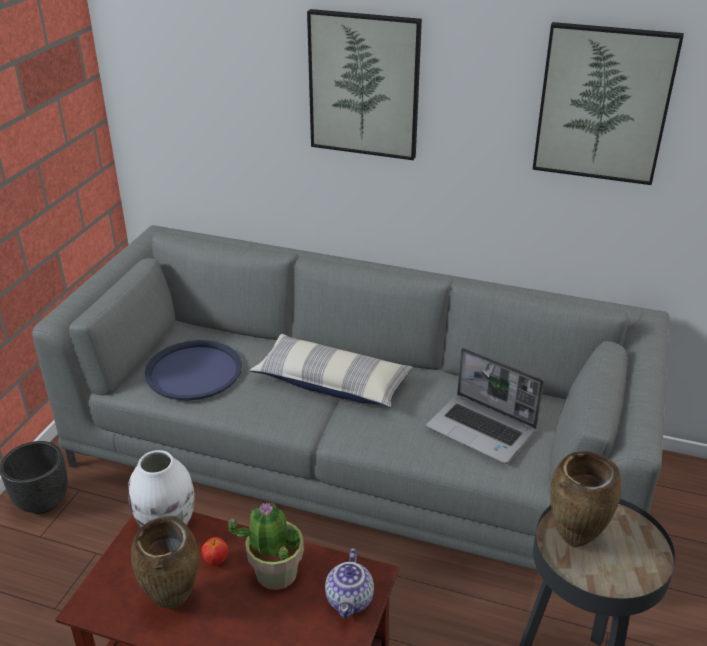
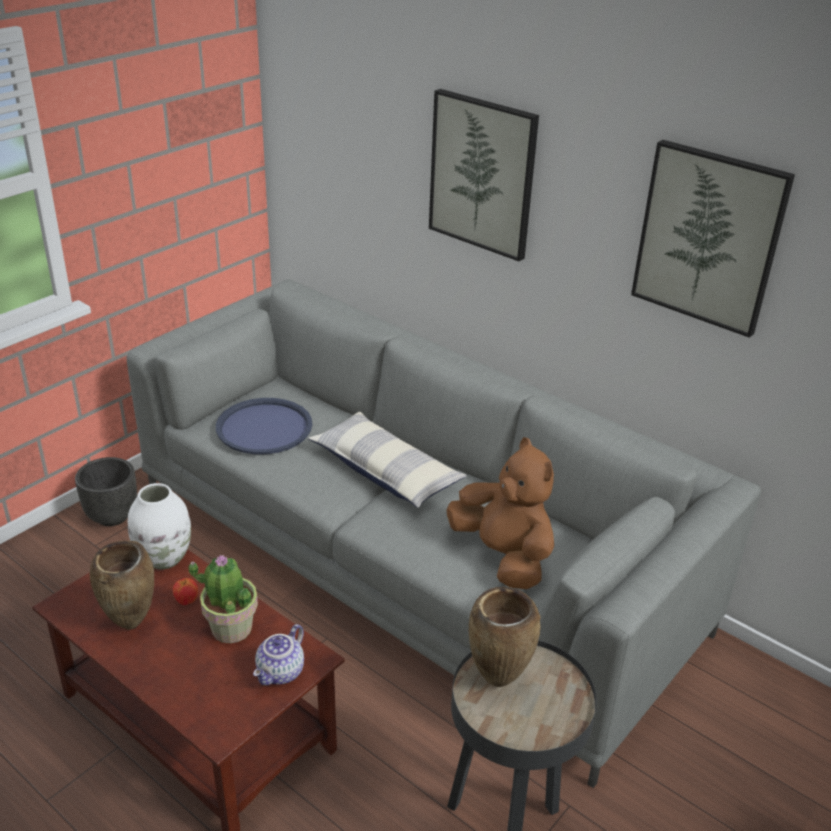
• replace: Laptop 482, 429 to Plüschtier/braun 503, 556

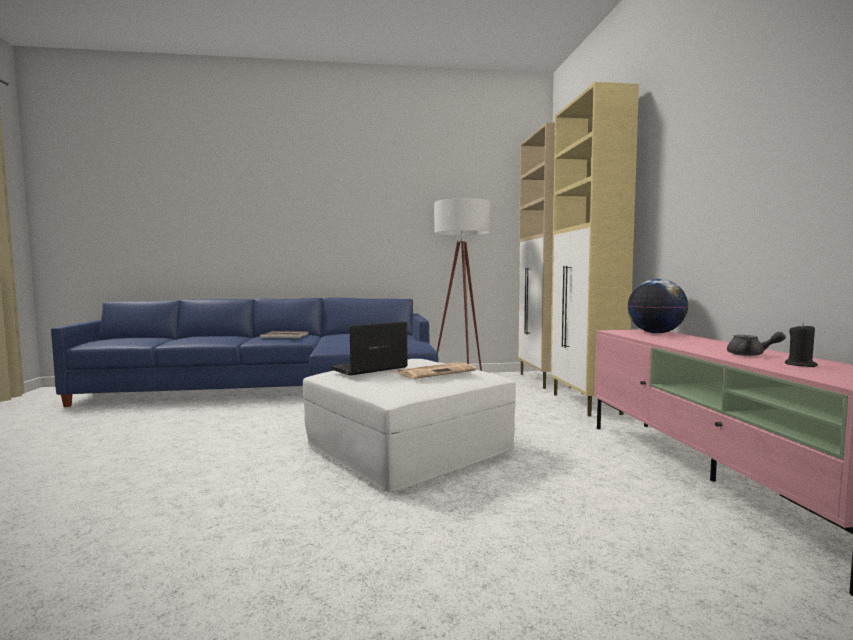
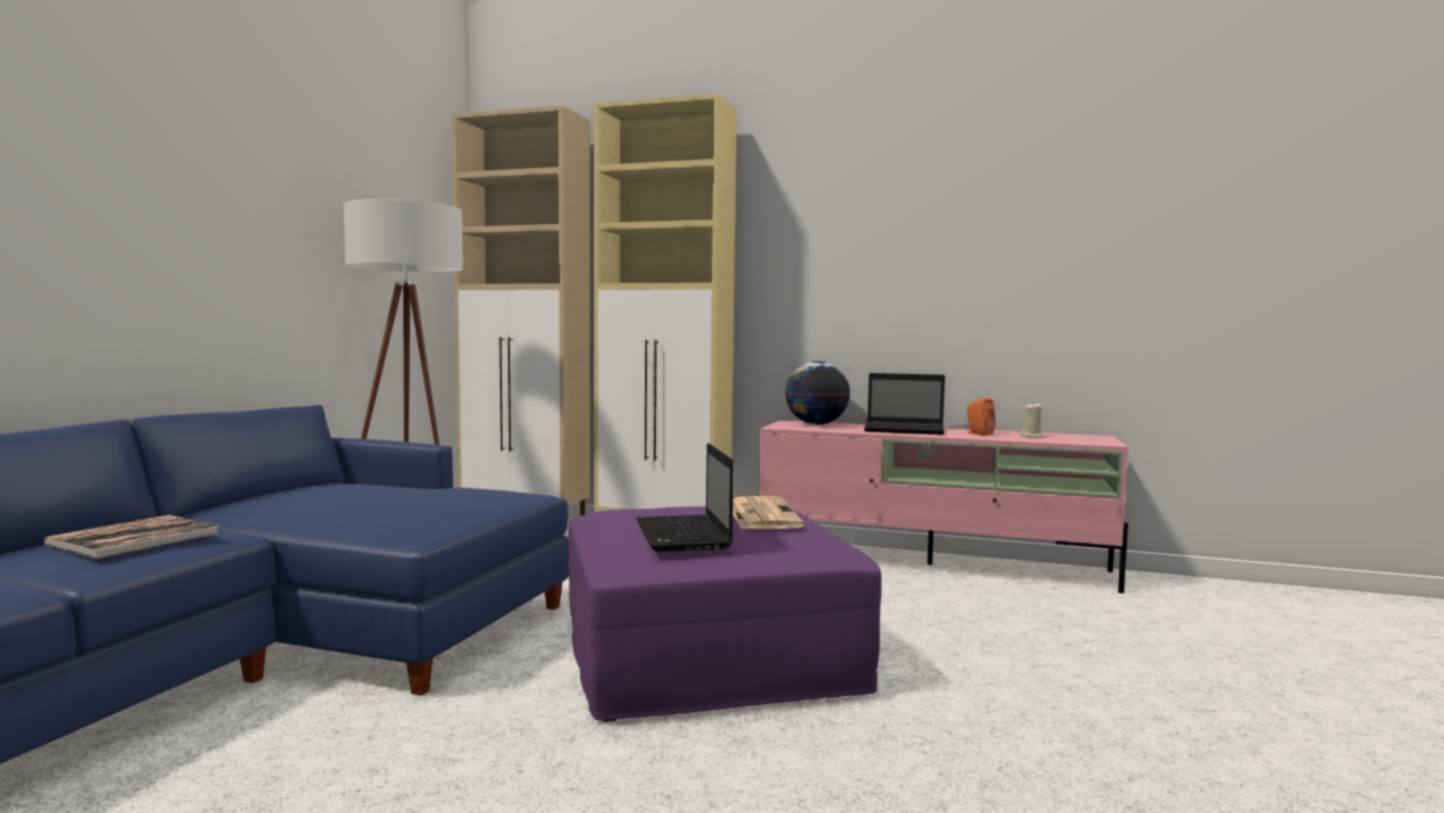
• recolor: Polsterhocker/weiß 408, 447 to Polsterhocker/lila 706, 653
• insert: Laptop 906, 430
• replace: Teekanne/grau 751, 355 to Lautsprecher/orange 978, 434
• recolor: Kerze/schwarz 800, 365 to Kerze/beige 1031, 436

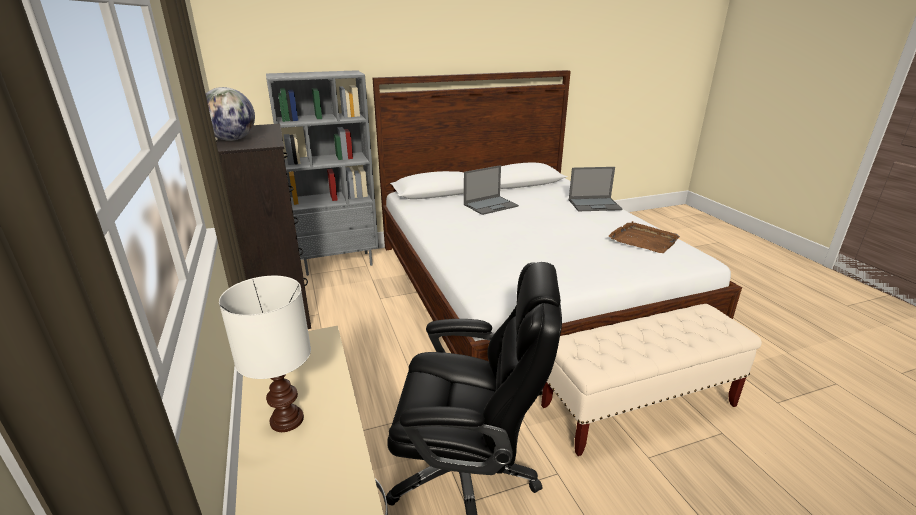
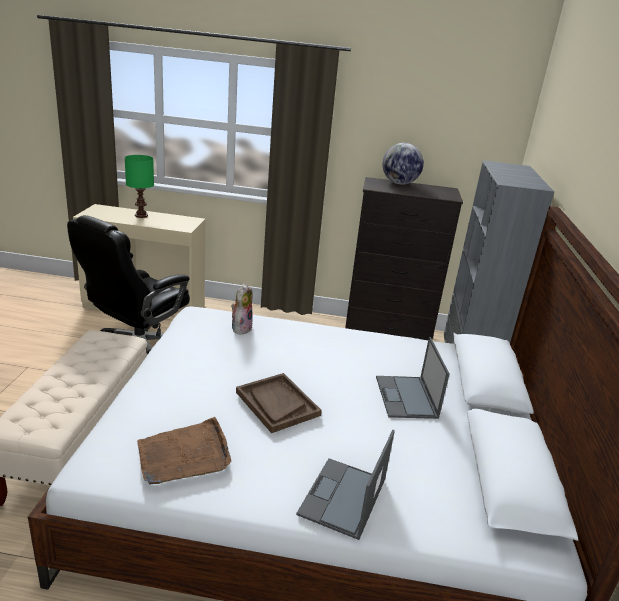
• recolor: Tischlampe/weiß 286, 421 to Tischlampe/grün 140, 215
• insert: Plüschtier 241, 328
• insert: Tablett/braun 277, 404

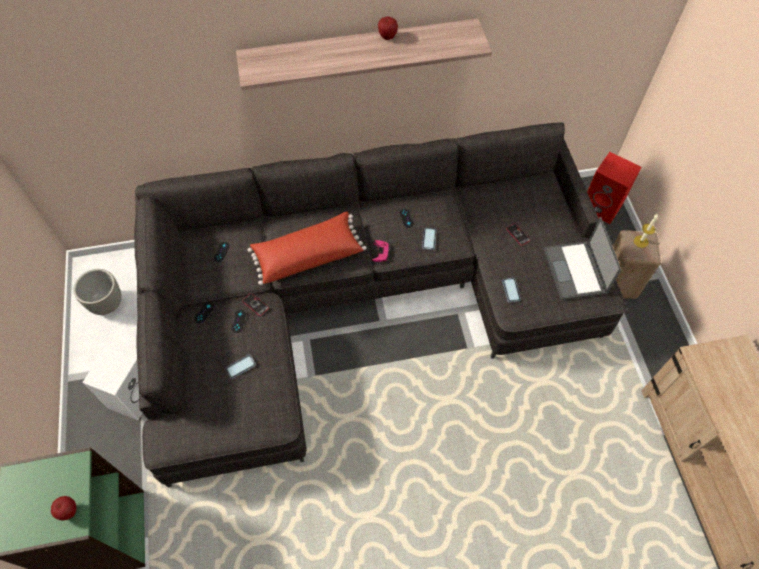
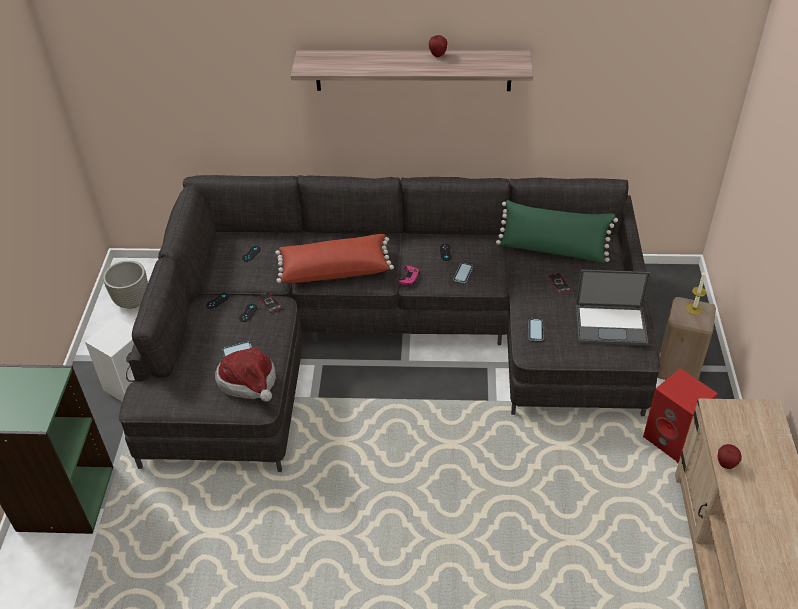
• insert: Hut 250, 384
• insert: Kissen/grün 553, 250
• rotate: Laptop 575, 271 = 611, 324 90 degrees counterclockwise
• move: Lautsprecher/rot 602, 206 to 673, 440
• move: Apfel 69, 511 to 726, 464

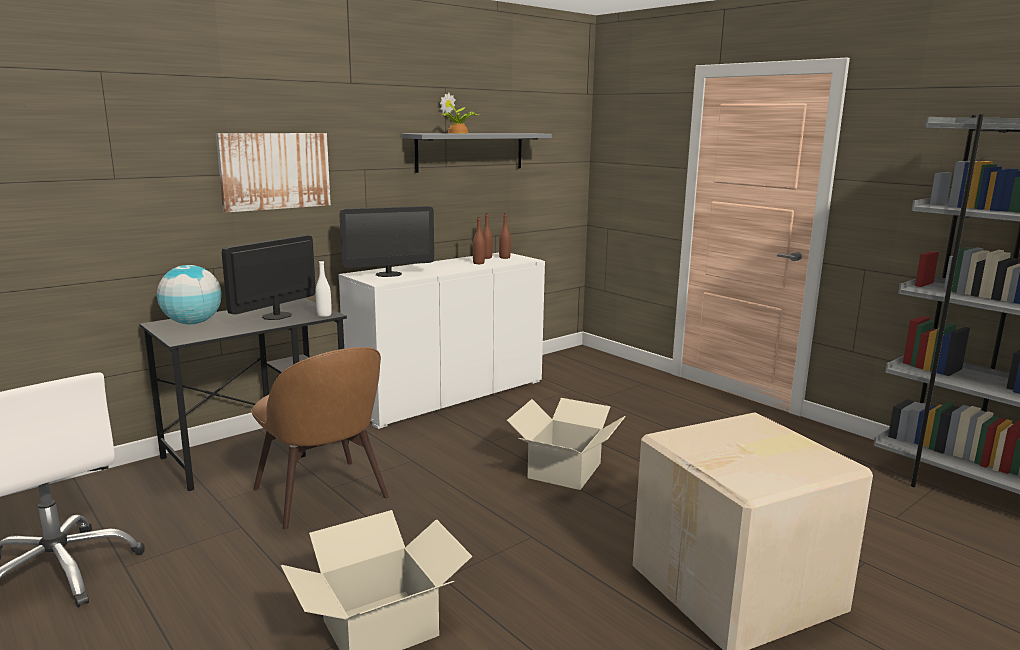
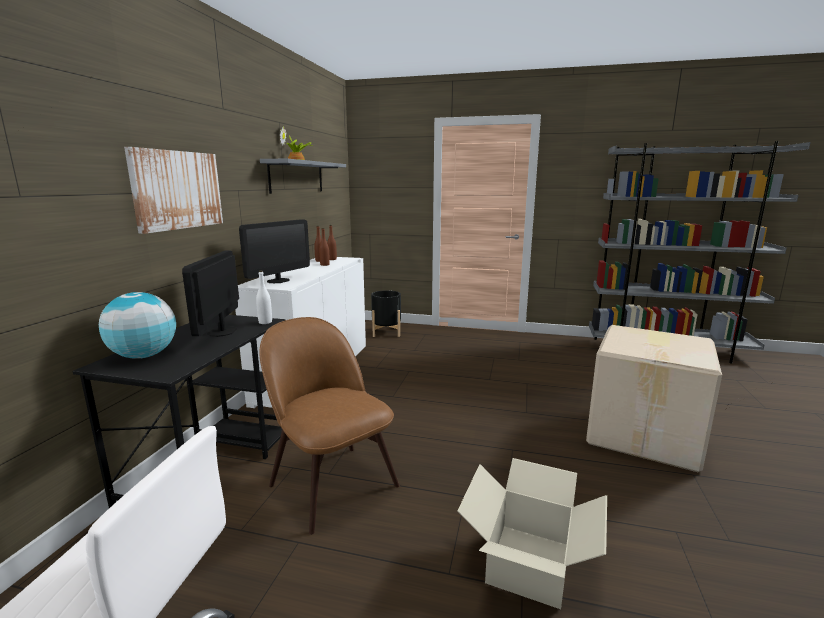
• rotate: Stuhl/braun 322, 495 = 331, 482 150 degrees counterclockwise
• insert: Pflanzkübel/schwarz 386, 332
• delete: Karton 565, 470

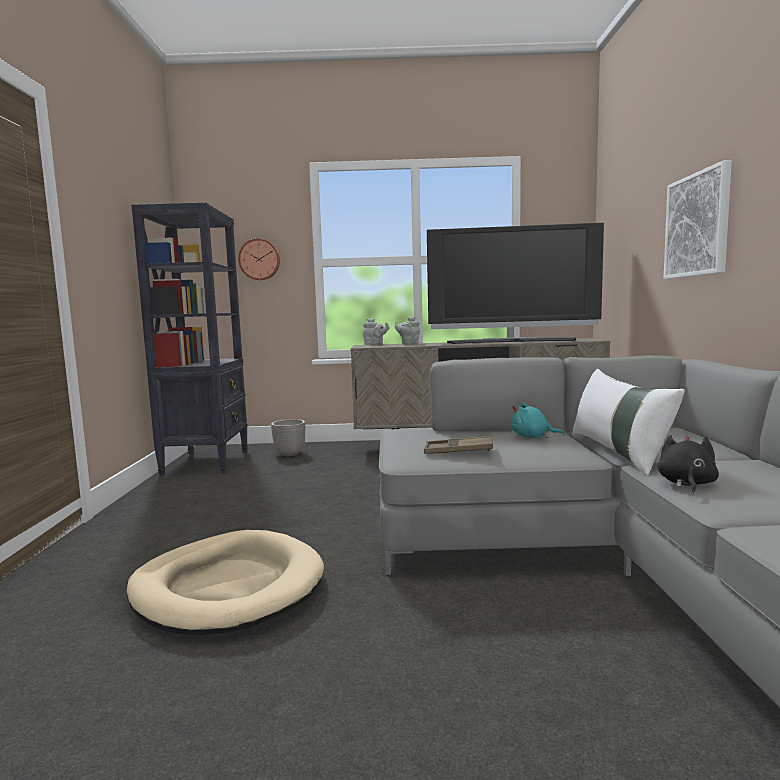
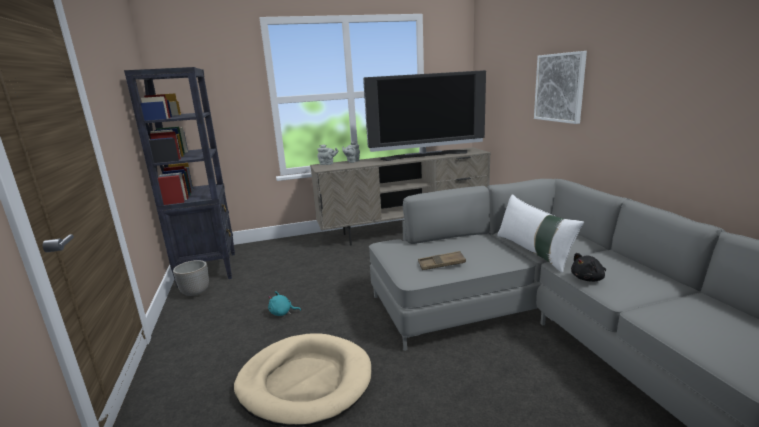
• move: Pflanzkübel 290, 454 to 196, 293
• move: Plüschtier/türkis 532, 437 to 282, 313
• rotate: Plüschtier/schwarz 686, 484 = 588, 279 120 degrees counterclockwise
• delete: Wanduhr 259, 259

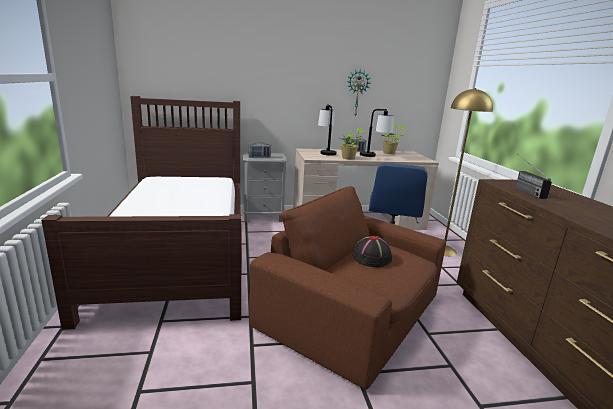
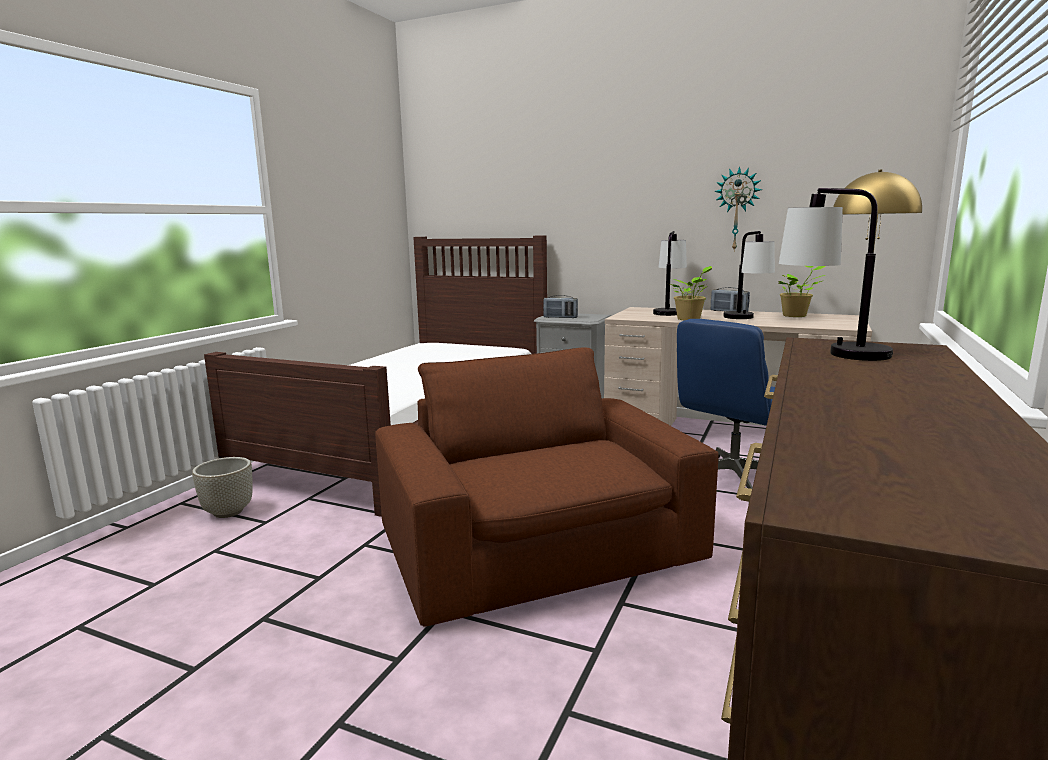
• insert: Pflanzkübel/grau 228, 512
• replace: Radio 523, 190 to Tischlampe 830, 353
• delete: Hut/schwarz 372, 257

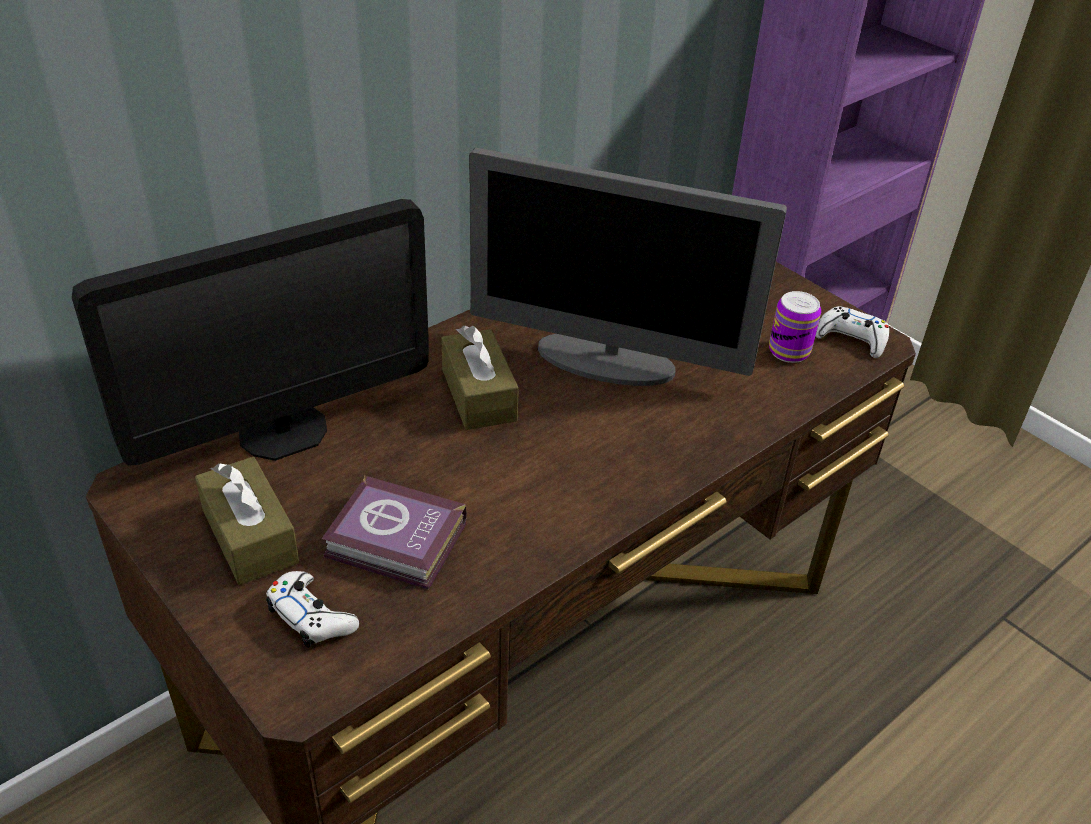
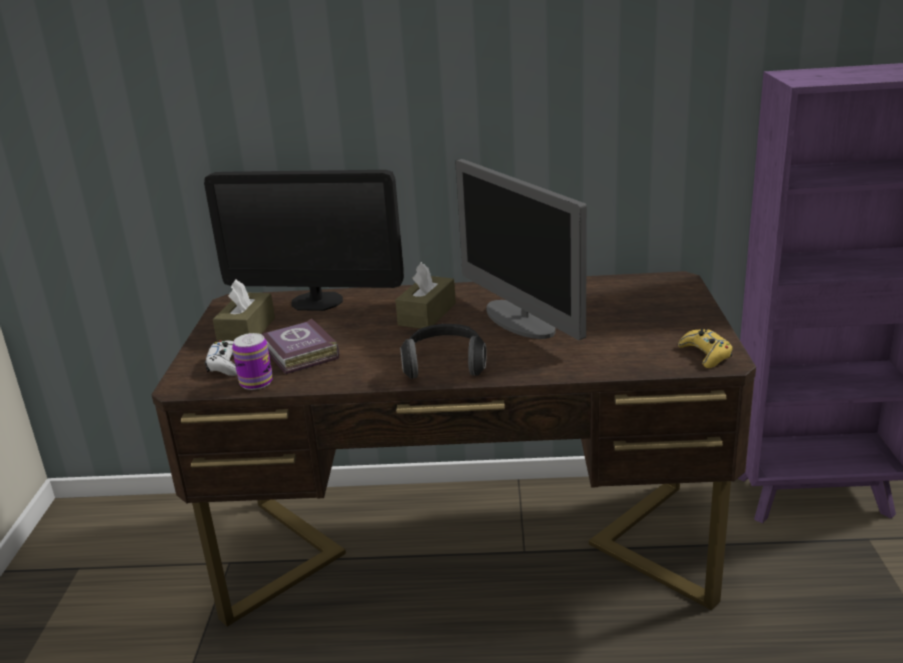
• move: Dose 789, 351 to 256, 382
• insert: Kopfhörer 445, 365
• recolor: Gamepad/weiß 851, 339 to Gamepad/gelb 705, 354

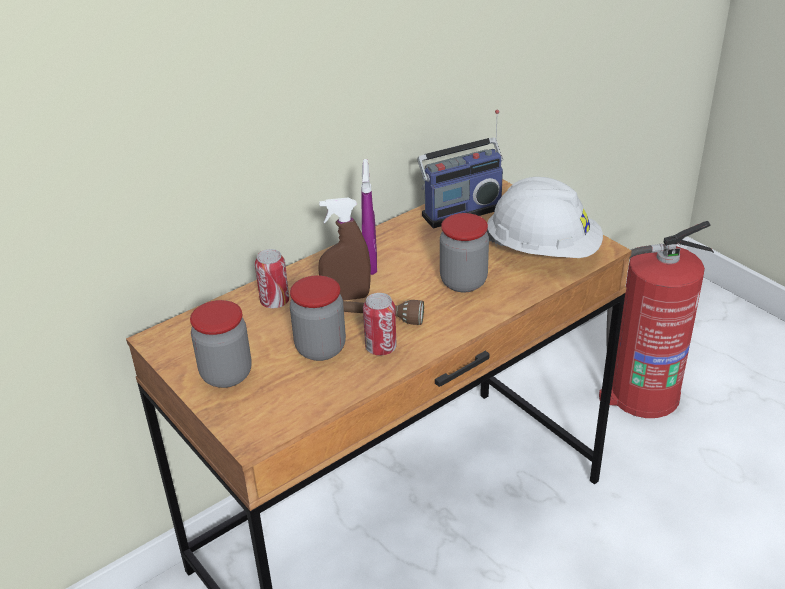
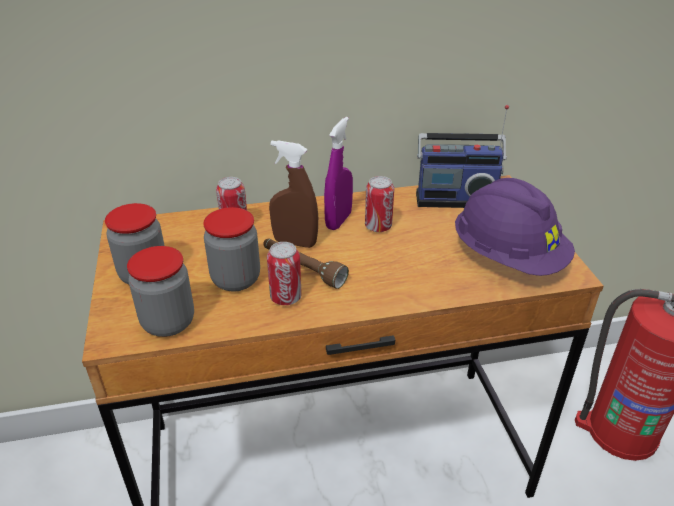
• move: Vorratsglas 463, 282 to 168, 322
• insert: Dose 378, 226
• recolor: Schutzhelm/weiß 543, 250 to Schutzhelm/lila 508, 257

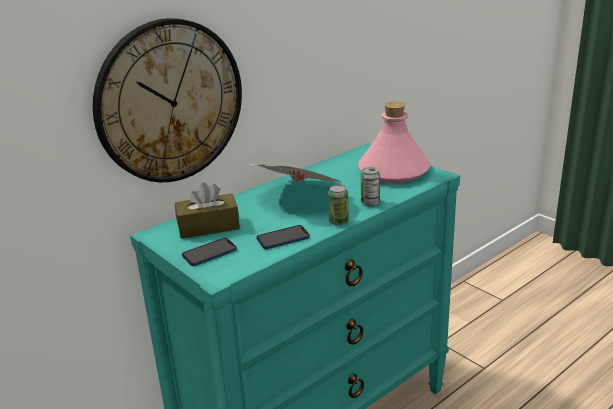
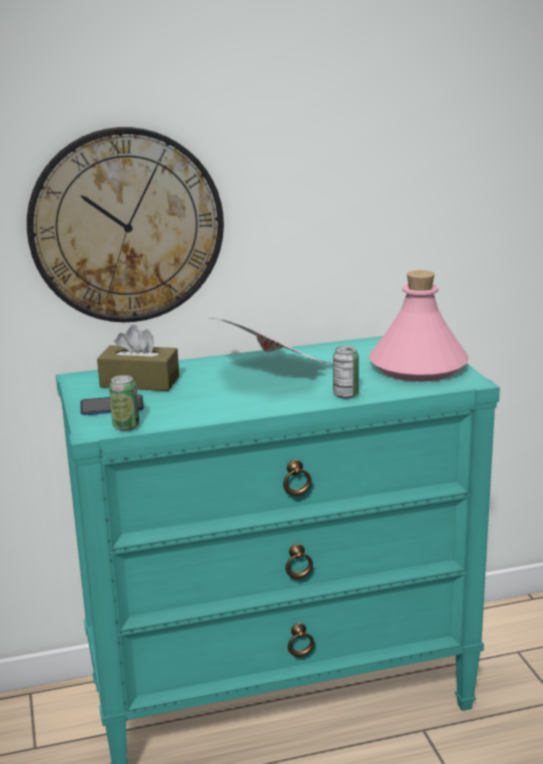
• move: Dose 338, 222 to 126, 426
• delete: Handy 283, 238

